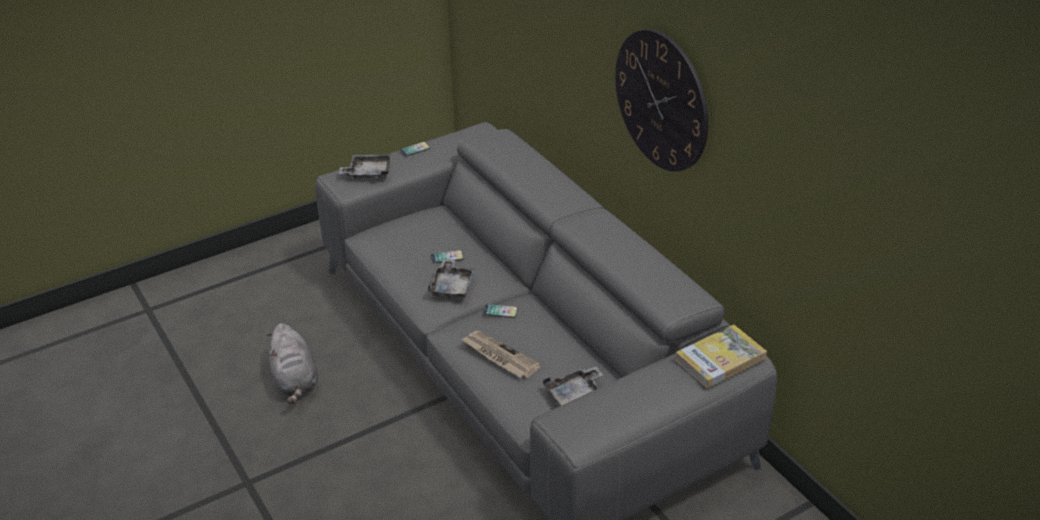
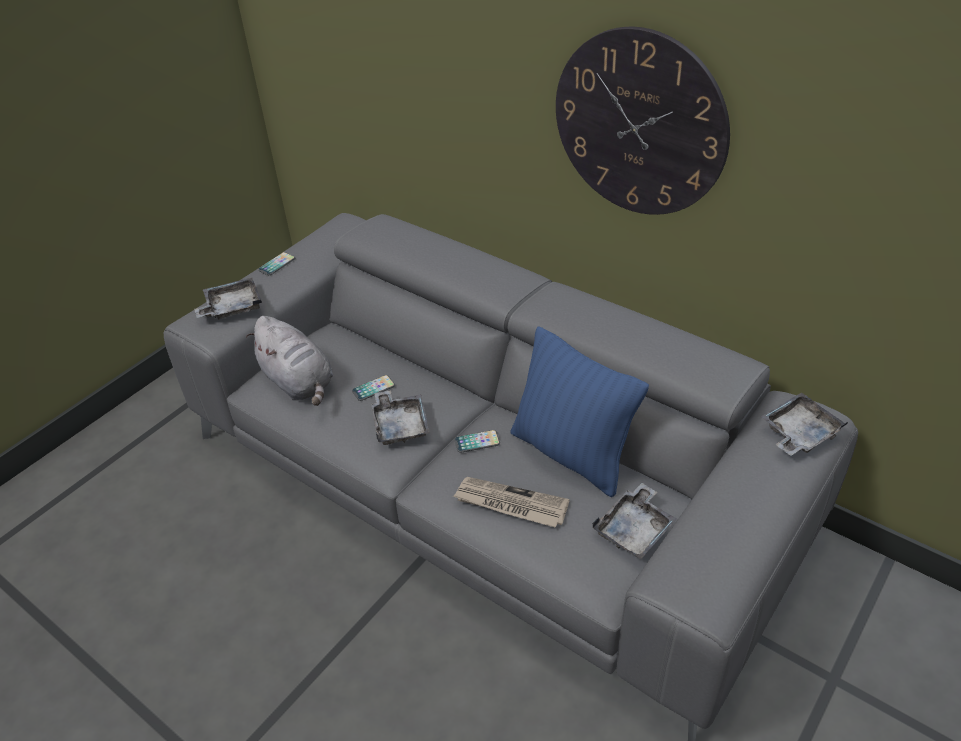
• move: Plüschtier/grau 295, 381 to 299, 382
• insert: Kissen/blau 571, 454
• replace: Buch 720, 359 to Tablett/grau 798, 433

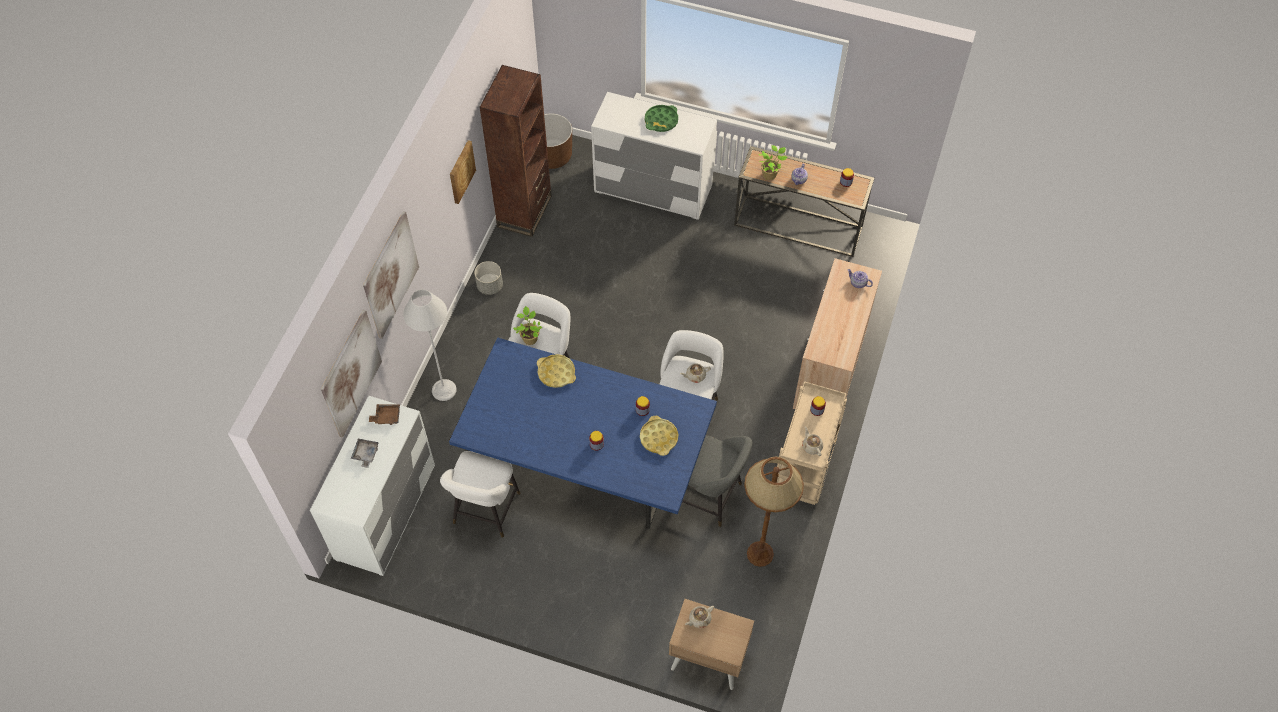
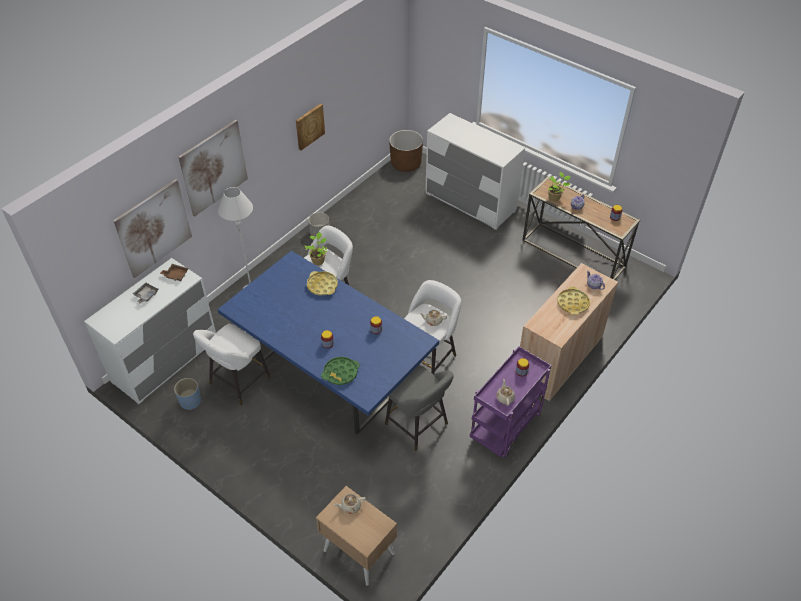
• insert: Pflanzkübel/blau 190, 401
• move: Tablett/grün 661, 121 to 340, 373
• recolor: Rollwagen/beige 804, 468 to Rollwagen/lila 505, 428
• move: Tablett/gelb 659, 438 to 573, 303
• delete: Bücherregal/braun 524, 211
• delete: Stehlampe/braun 760, 553

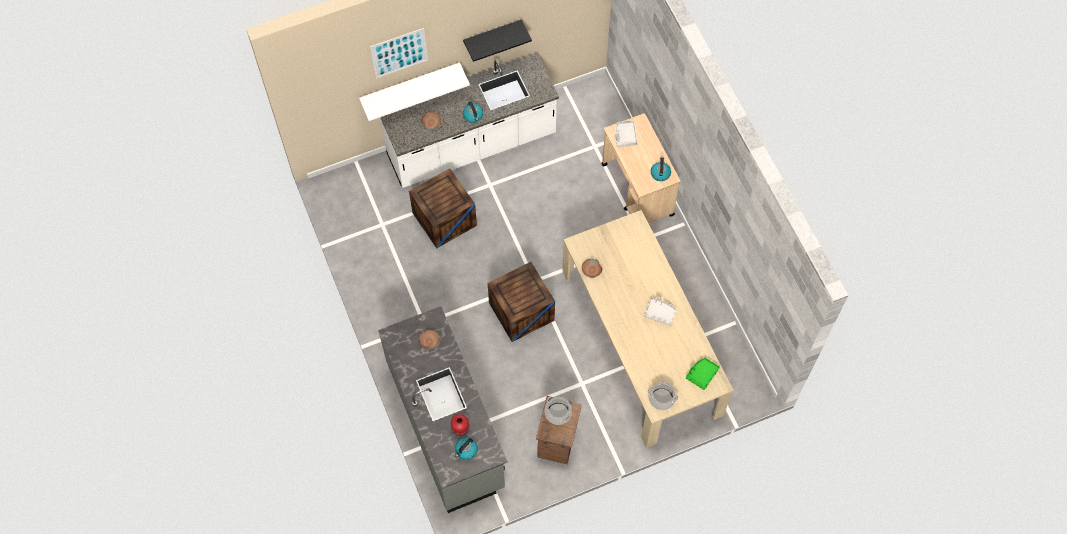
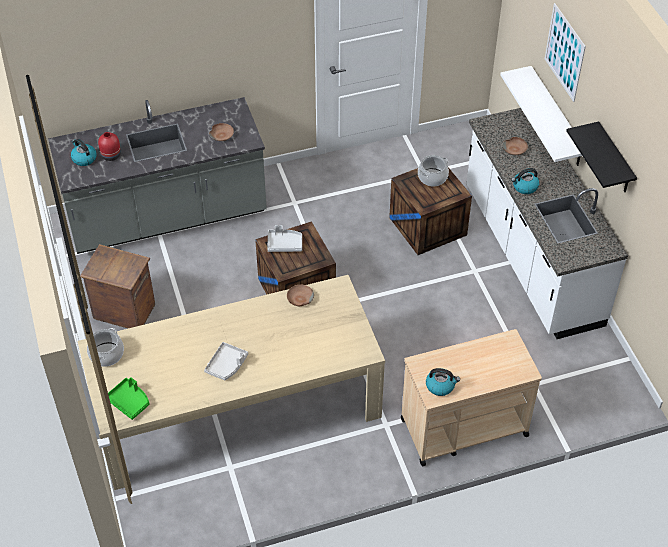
• move: Tablett/grau 625, 136 to 284, 244
• move: Kochtopf 558, 413 to 432, 177

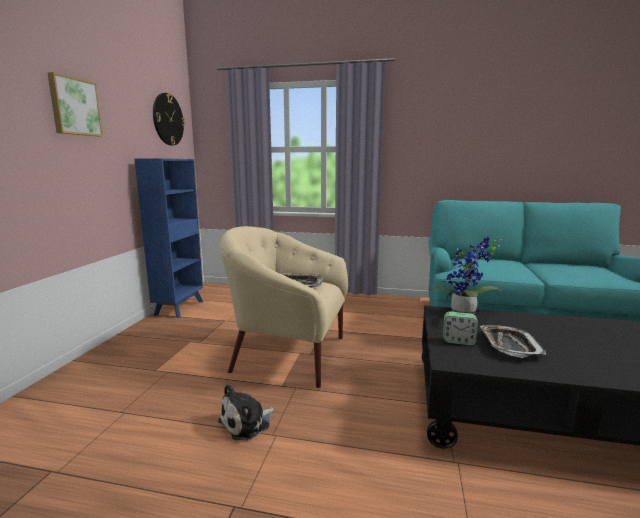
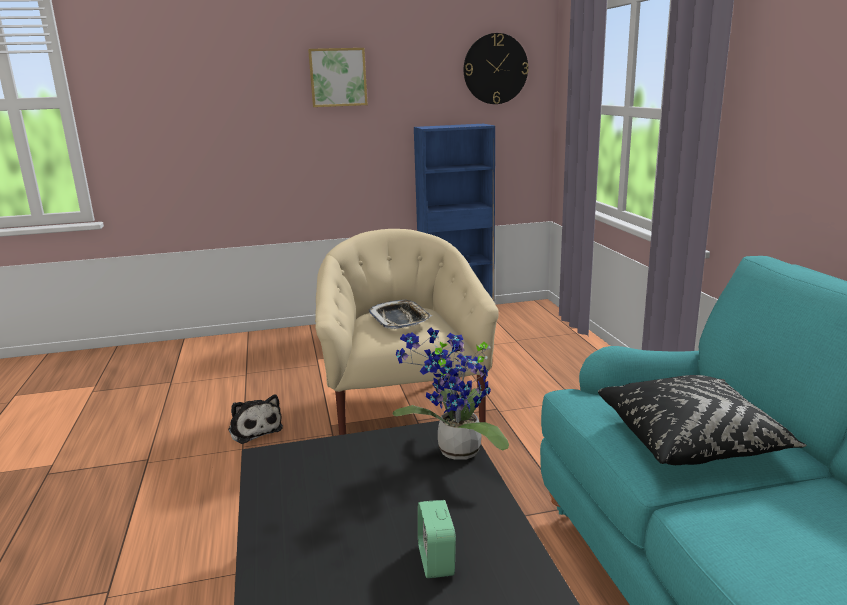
• rotate: Plüschtier 247, 423 = 254, 429 150 degrees counterclockwise
• move: Wecker 458, 341 to 436, 560
• insert: Kissen/schwarz 690, 440
• delete: Tablett 509, 345

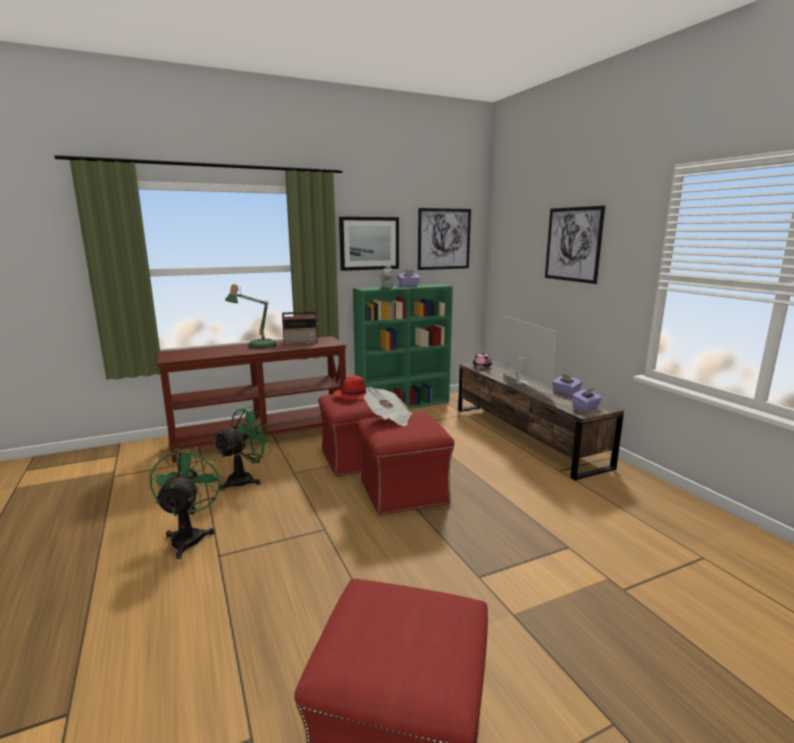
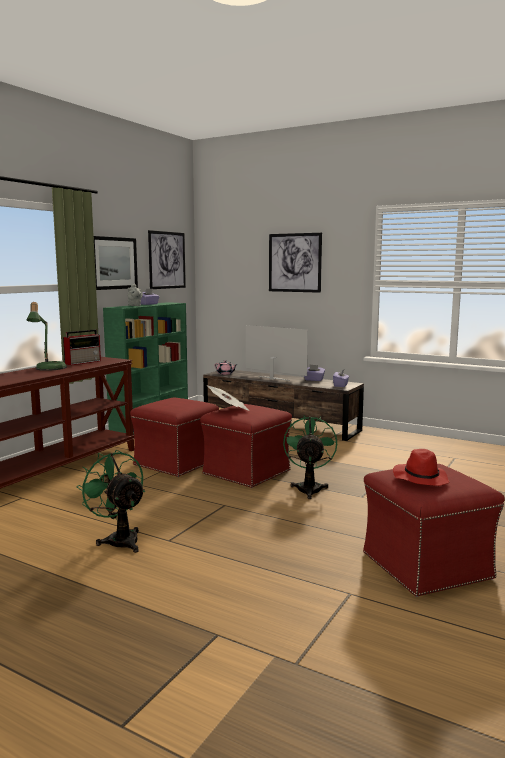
• move: Ventilator/grün 246, 479 to 309, 488
• move: Hut/rot 354, 395 to 420, 478

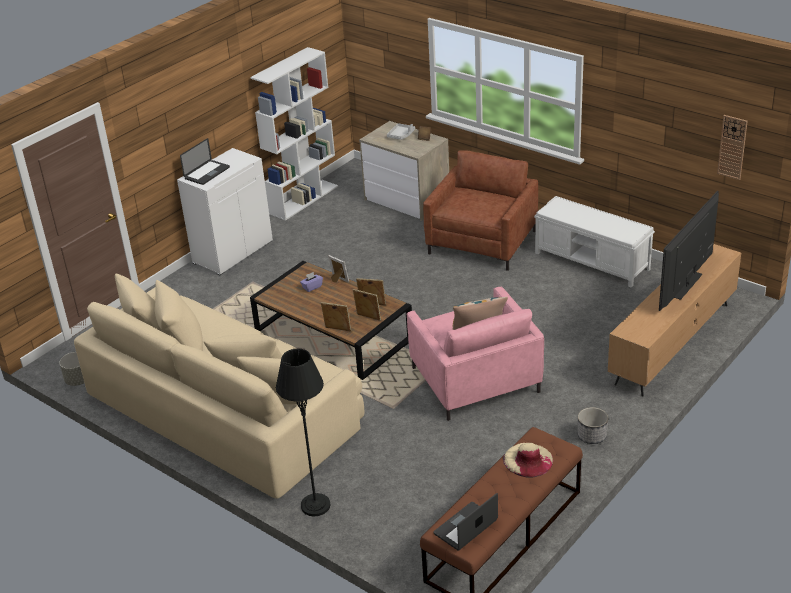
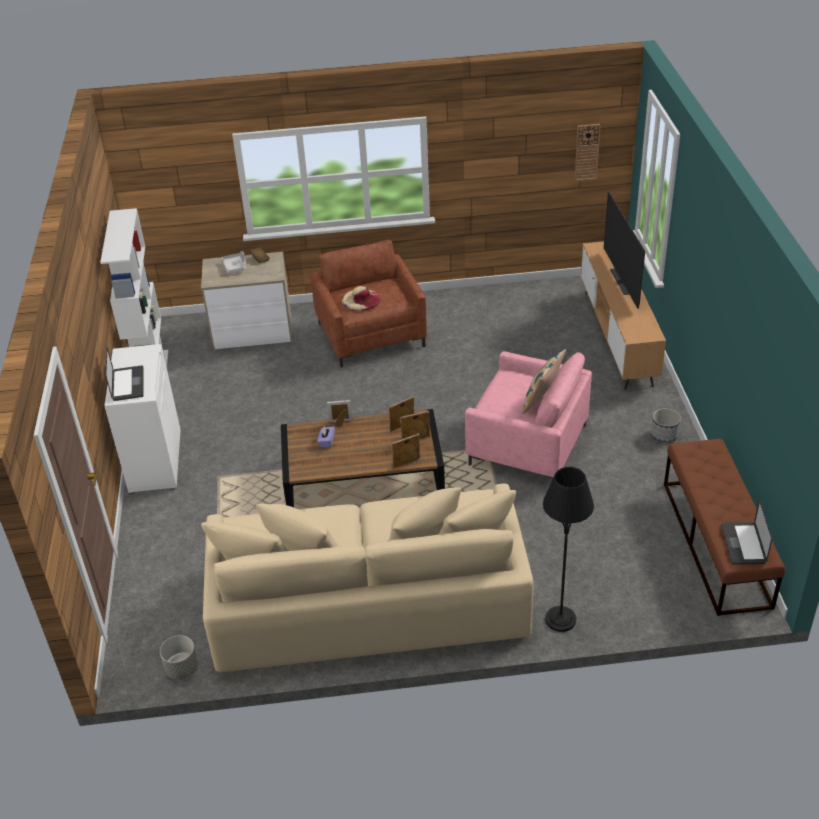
• move: Hut/beige 528, 460 to 361, 299
• delete: Bank/weiß 592, 261

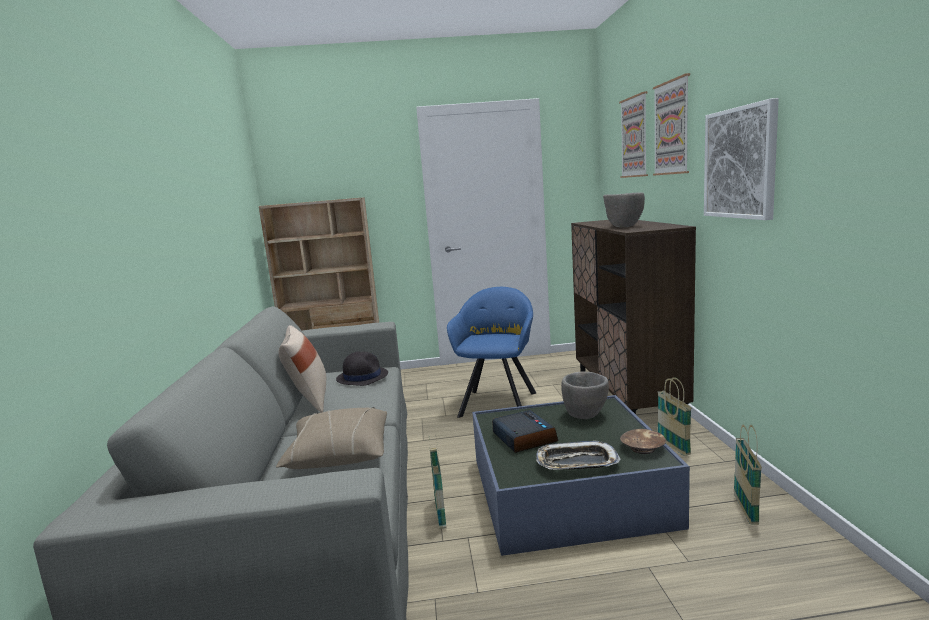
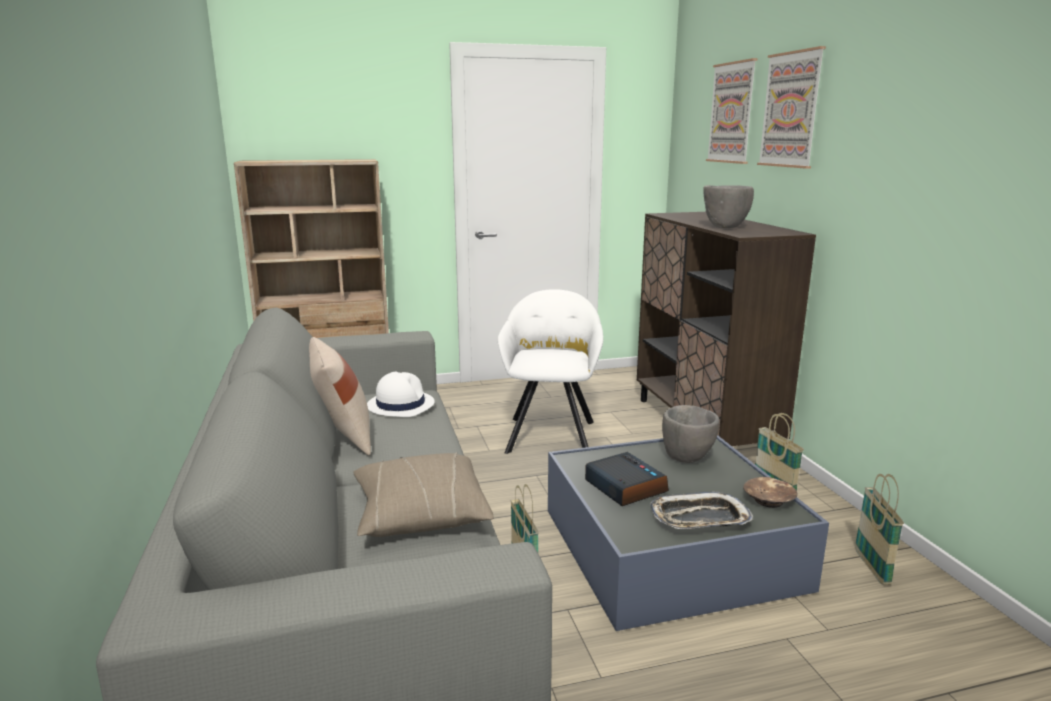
• recolor: Hut/schwarz 362, 377 to Hut/weiß 400, 404
• recolor: Sessel/blau 499, 402 to Sessel/weiß 551, 434
• delete: Bild 740, 163

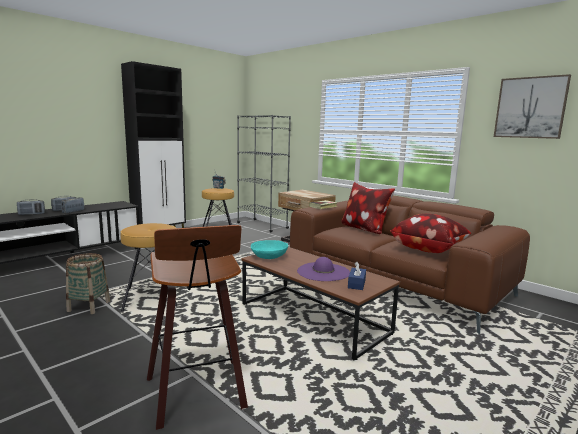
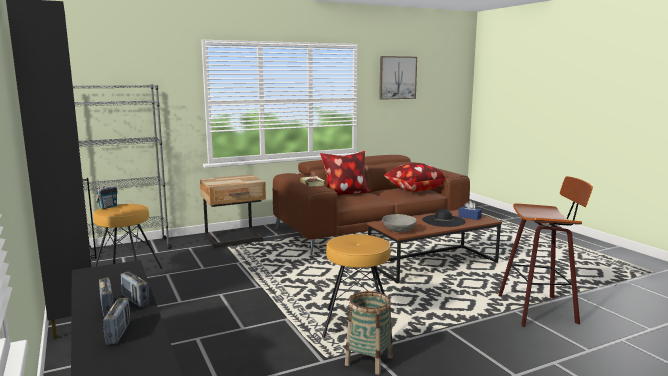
• recolor: Schüssel/türkis 269, 256 to Schüssel/grau 399, 230
• recolor: Hut/lila 323, 272 to Hut/schwarz 443, 221

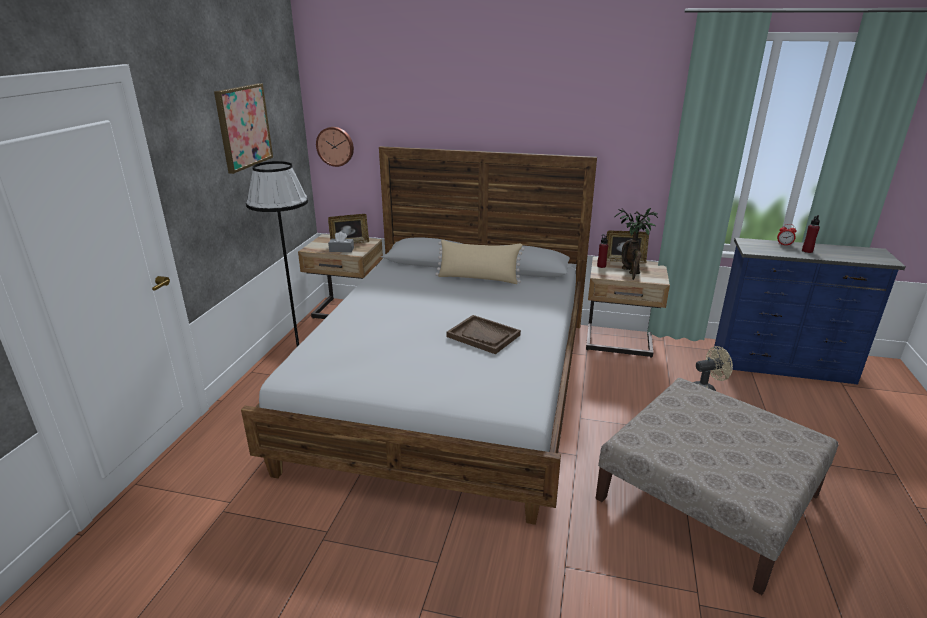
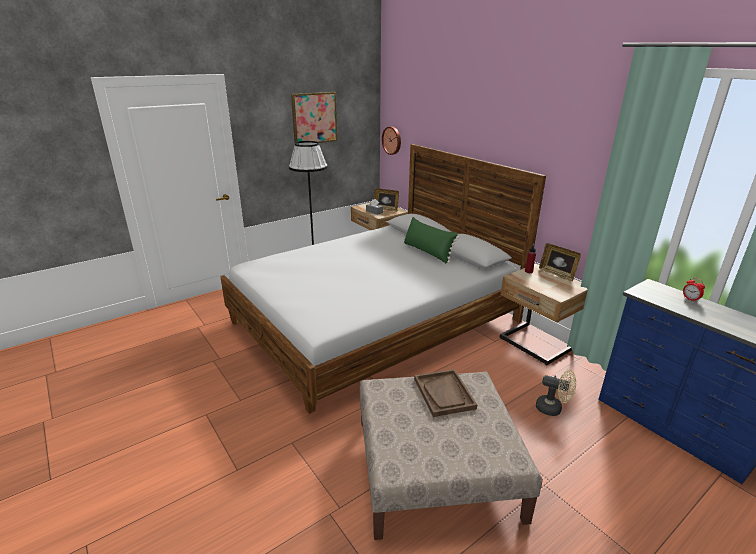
• recolor: Kissen/beige 478, 278 to Kissen/grün 427, 252
• move: Tablett/braun 483, 336 to 444, 393
• delete: Topfpflanze 630, 272
• delete: Flasche/rot 807, 251

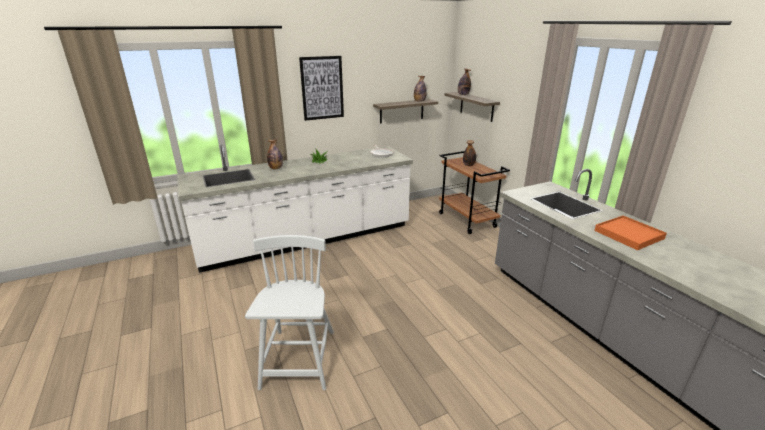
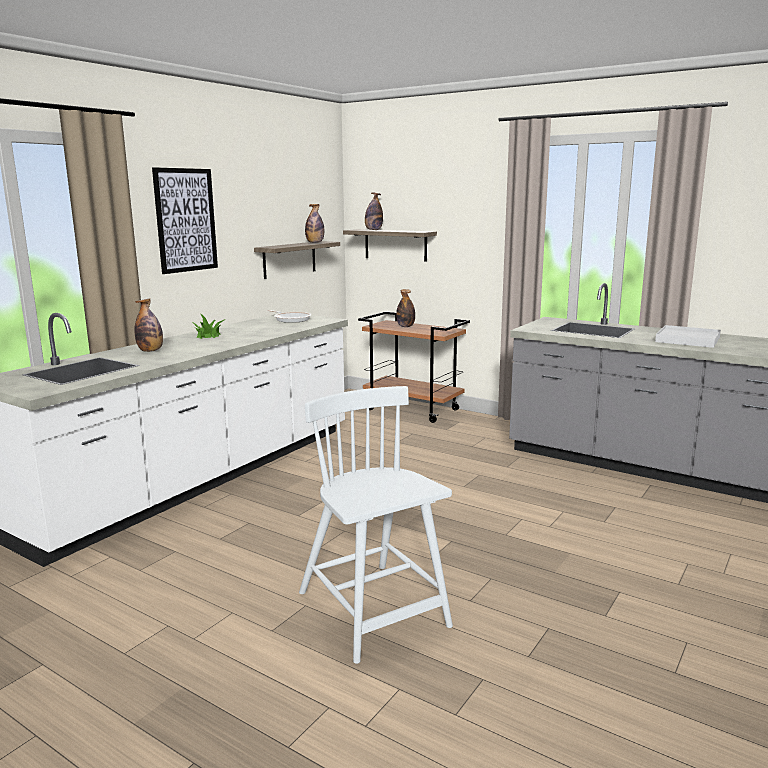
• recolor: Tablett/orange 628, 235 to Tablett/weiß 688, 340

